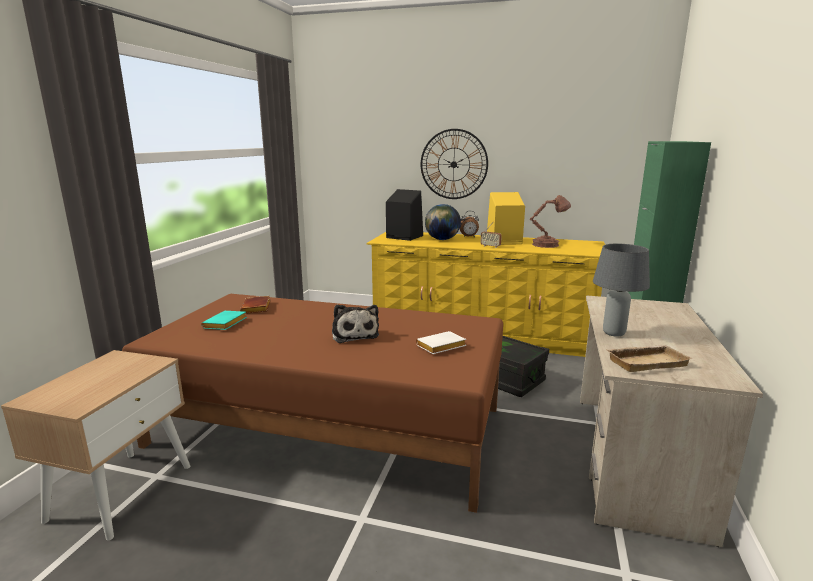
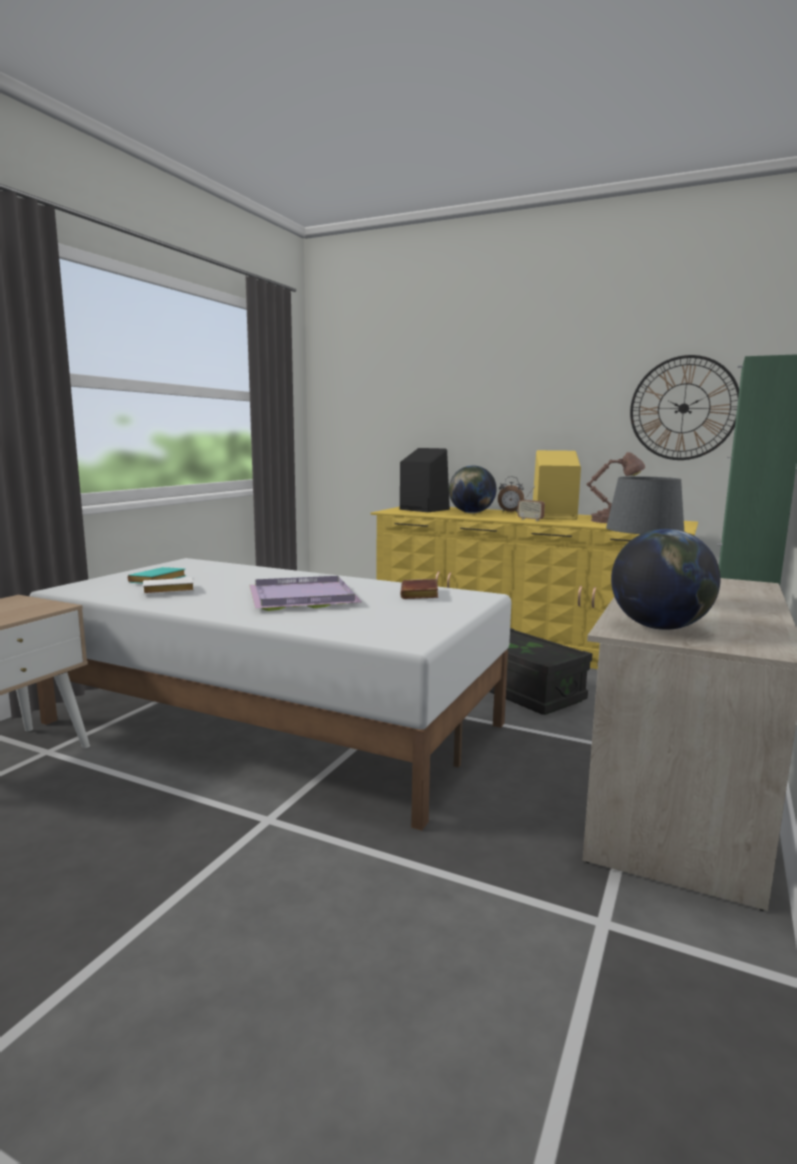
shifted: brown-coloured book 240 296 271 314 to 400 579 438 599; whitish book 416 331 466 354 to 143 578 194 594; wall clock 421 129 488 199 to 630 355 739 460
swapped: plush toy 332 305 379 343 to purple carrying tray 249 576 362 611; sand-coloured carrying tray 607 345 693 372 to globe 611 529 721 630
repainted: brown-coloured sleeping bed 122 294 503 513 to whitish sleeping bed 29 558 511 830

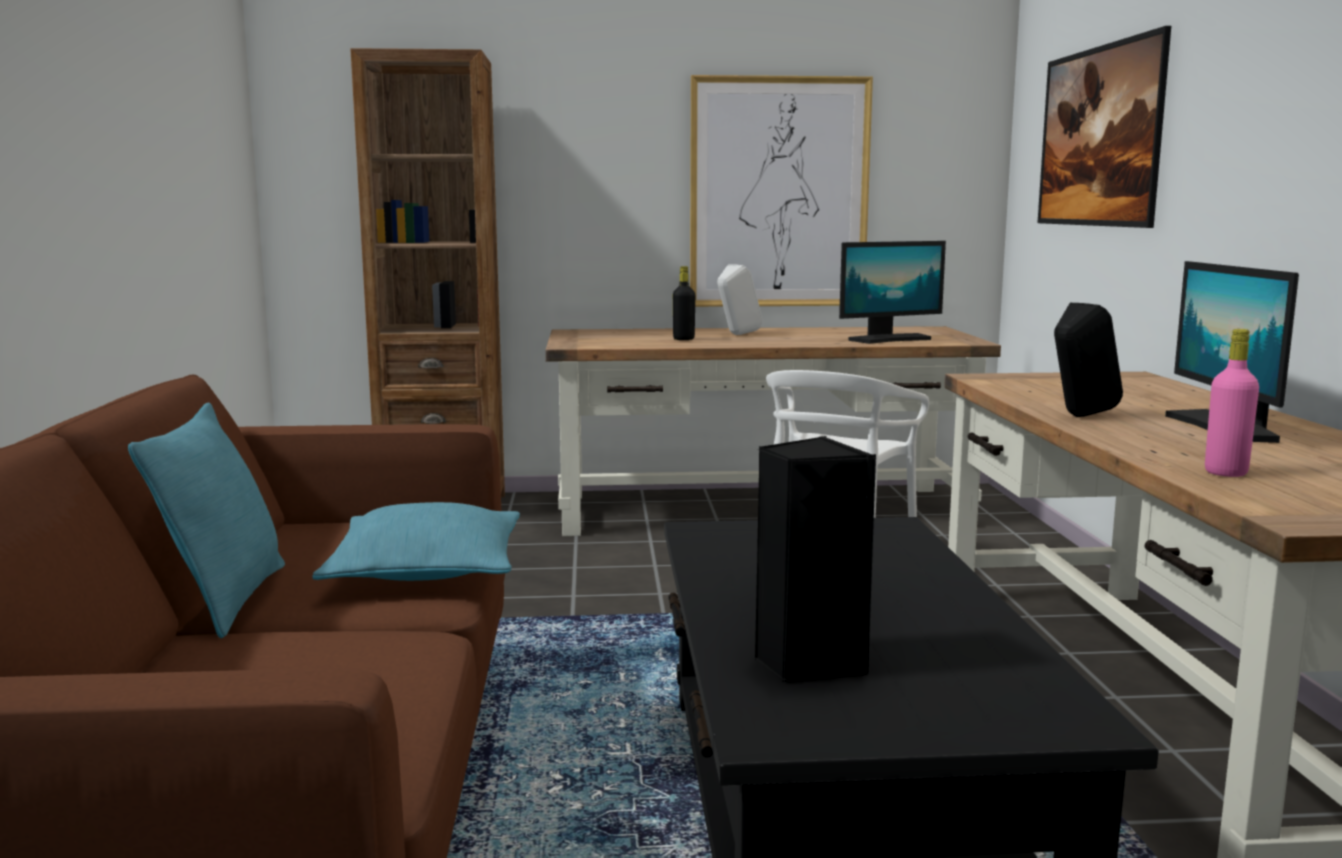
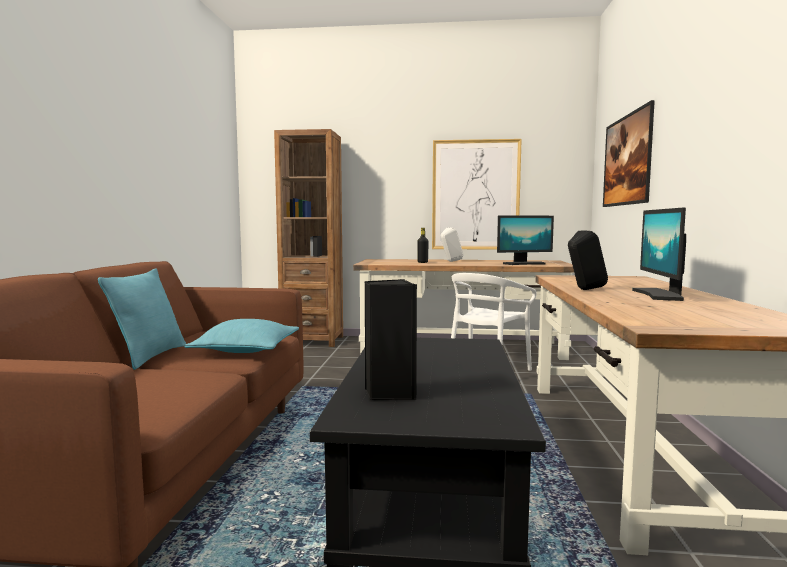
gone: pinkish beverage bottle 1205 329 1259 477

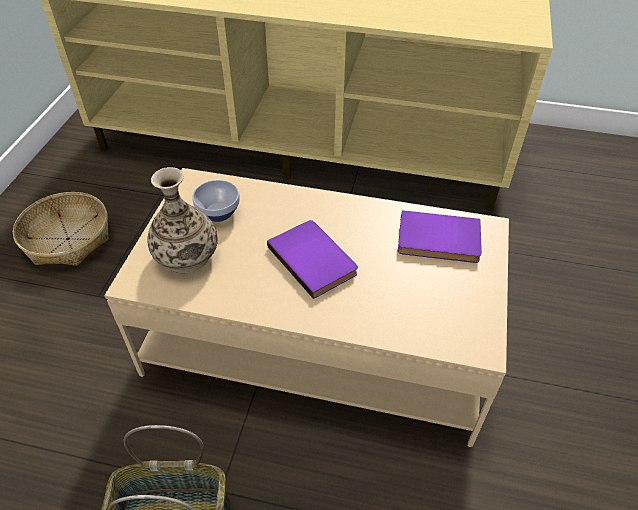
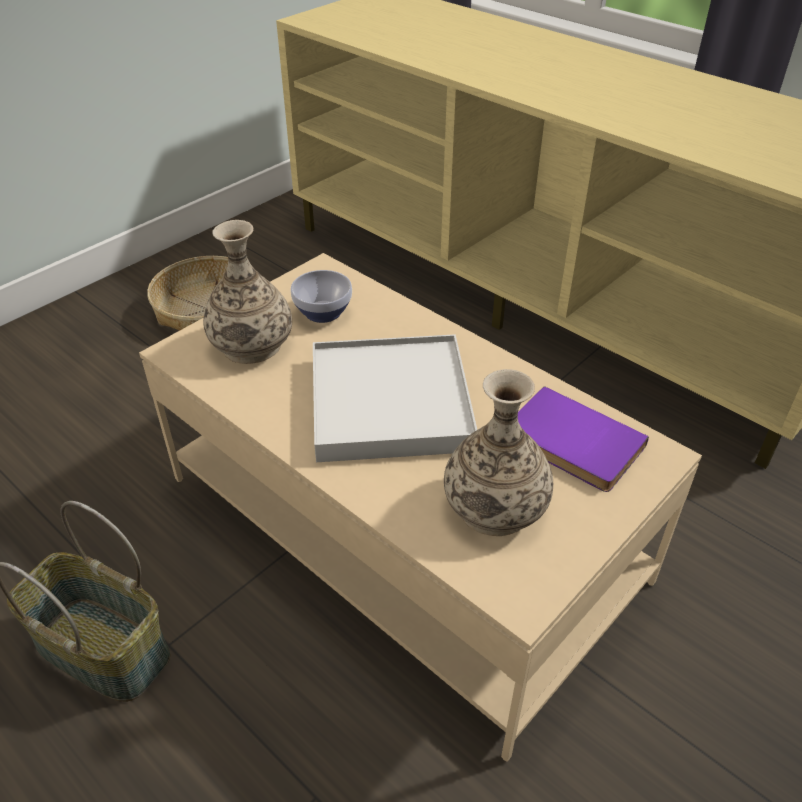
new: flower vase 444 369 553 536
swapped: purple book 267 220 358 299 to whitish carrying tray 313 334 477 462

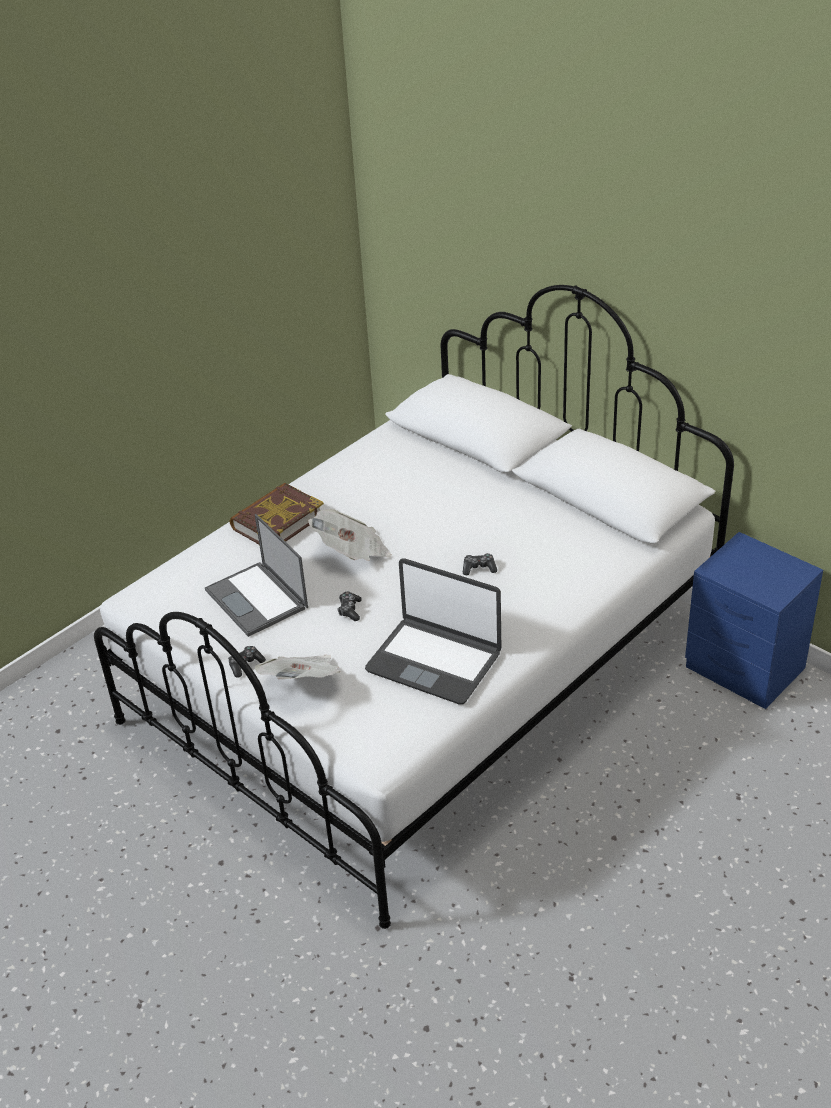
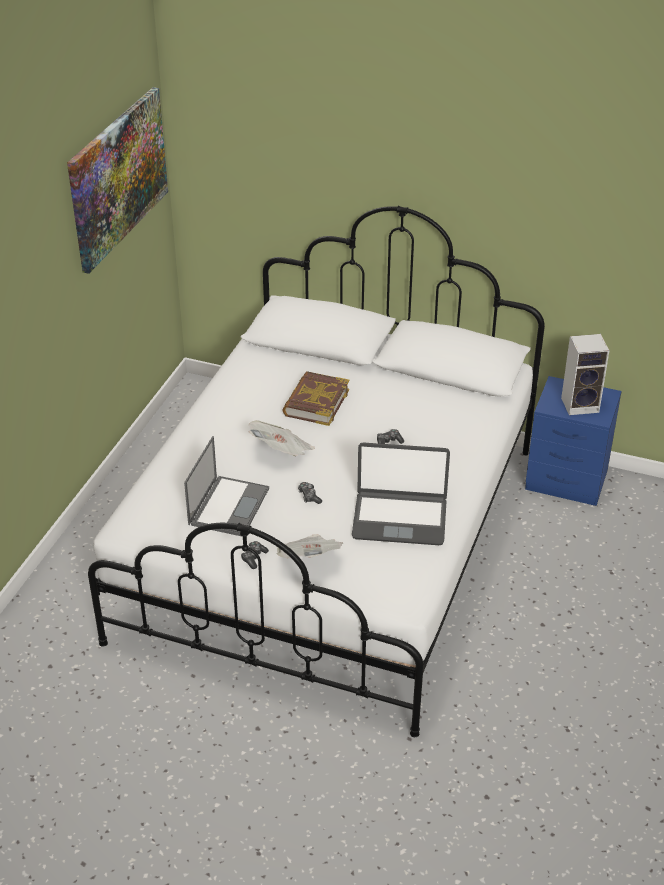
new: wall art 67 87 168 274; audio speaker 561 334 610 415
shifted: book 229 483 324 544 to 282 371 349 426
rotated: laptop 205 514 308 637 = 184 436 269 537 105 degrees counterclockwise

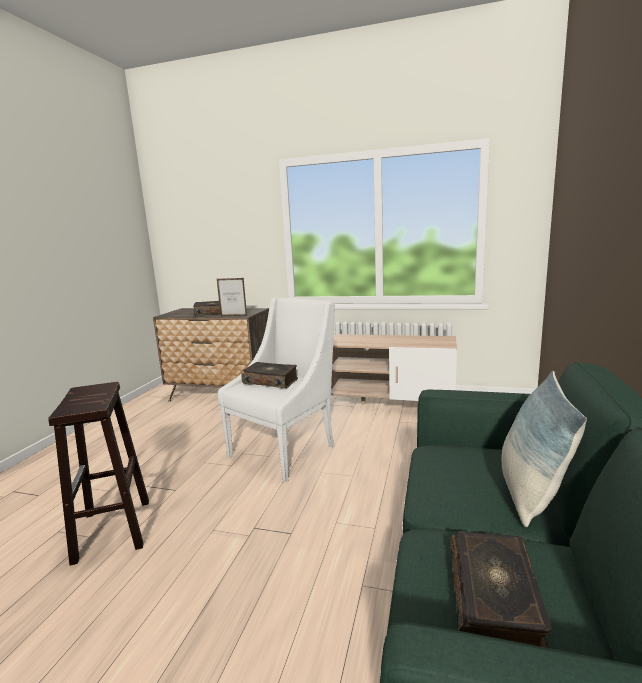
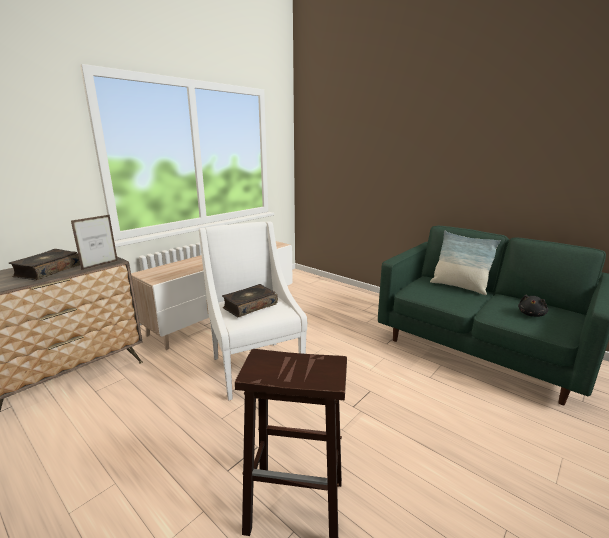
swapped: book 449 531 552 648 to black-coloured plush toy 518 295 548 317

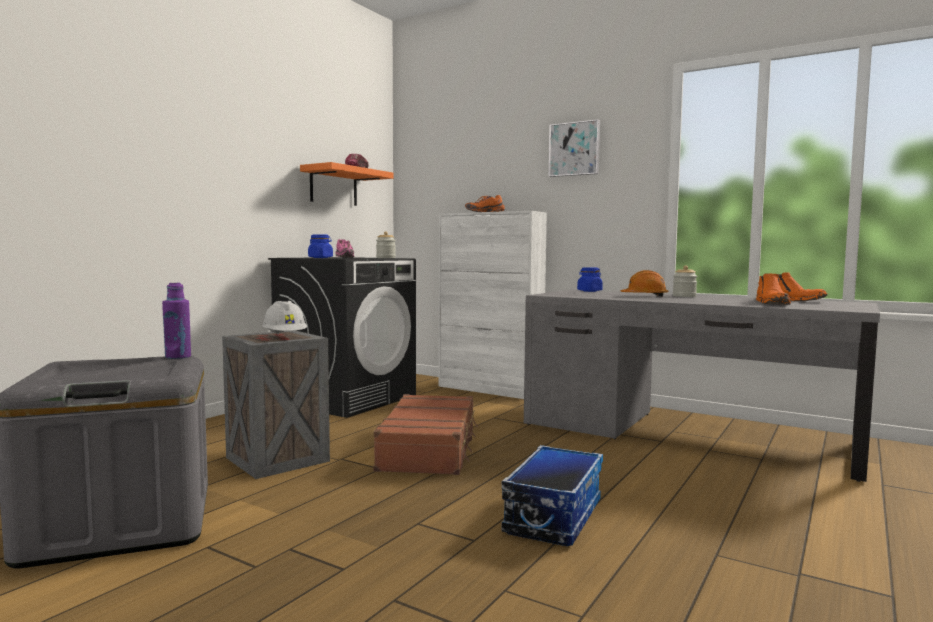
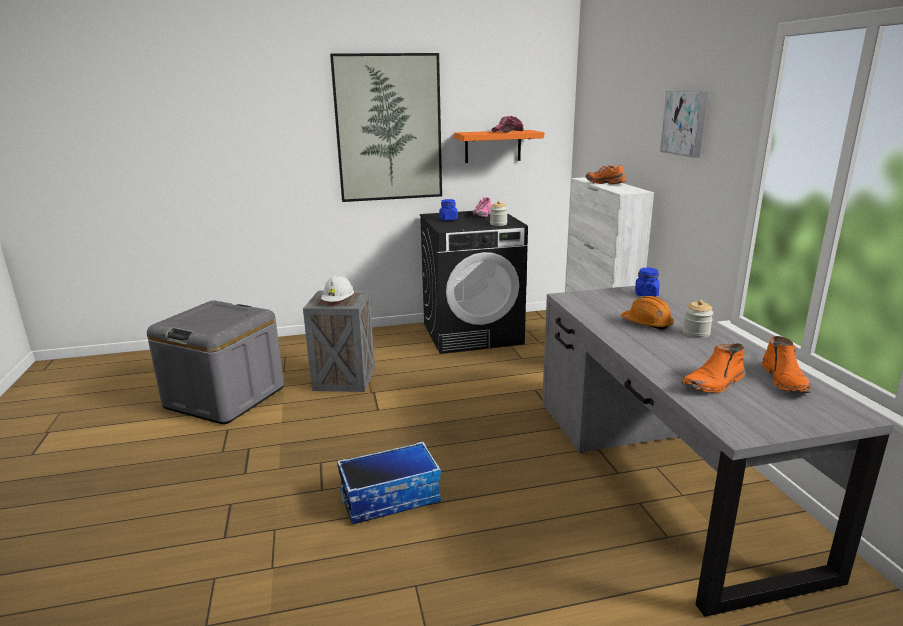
gone: purple beverage bottle 162 283 191 359; brown-coloured travel case 373 394 478 475
new: wall art 330 53 442 202

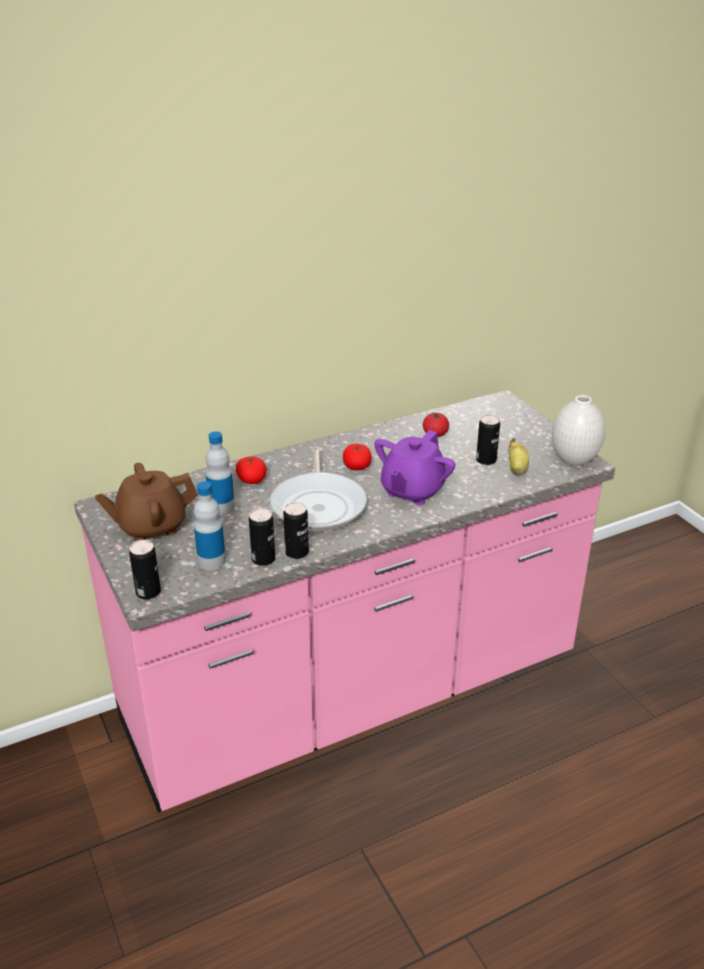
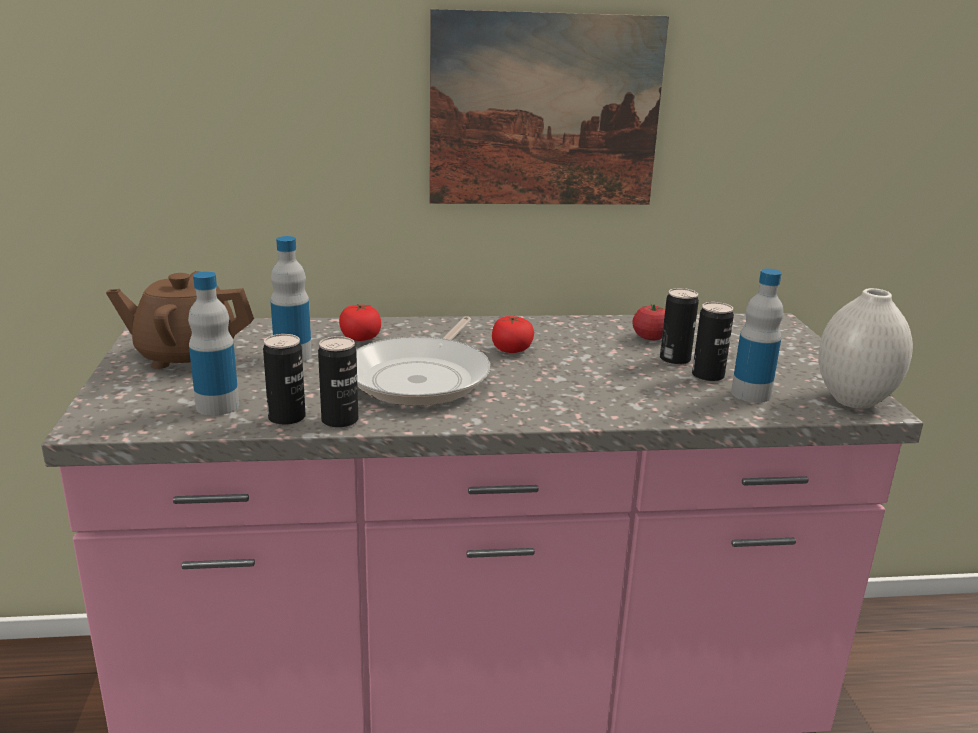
gone: purple pot for tea 375 430 456 505
new: wall art 429 9 669 205
shifted: metal can 129 540 161 599 to 660 288 699 365
swapped: whole banana 508 438 529 475 to beverage bottle 731 269 783 403

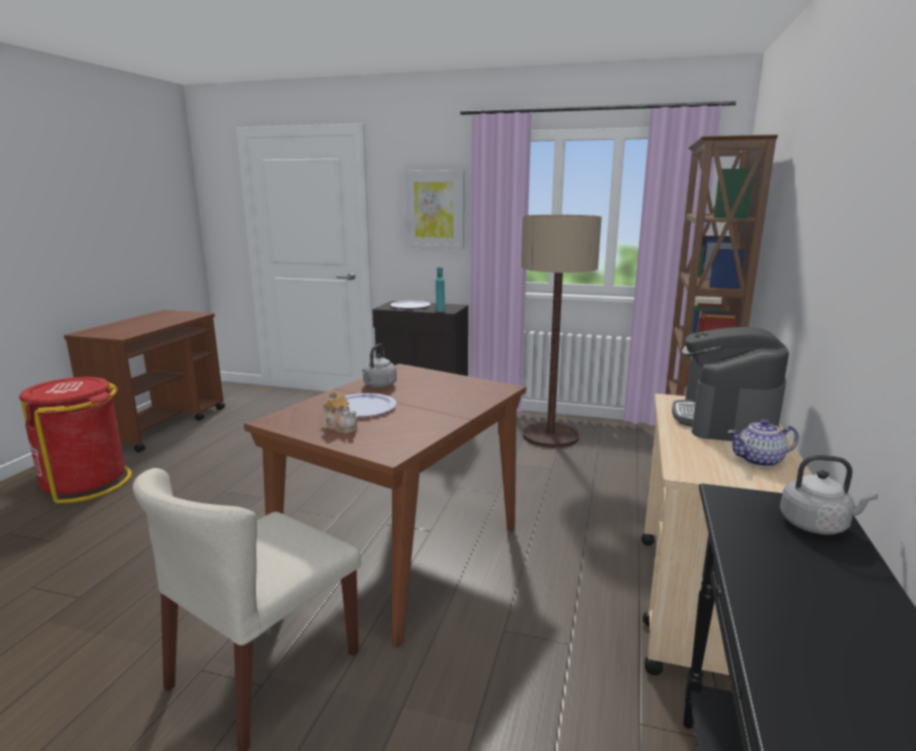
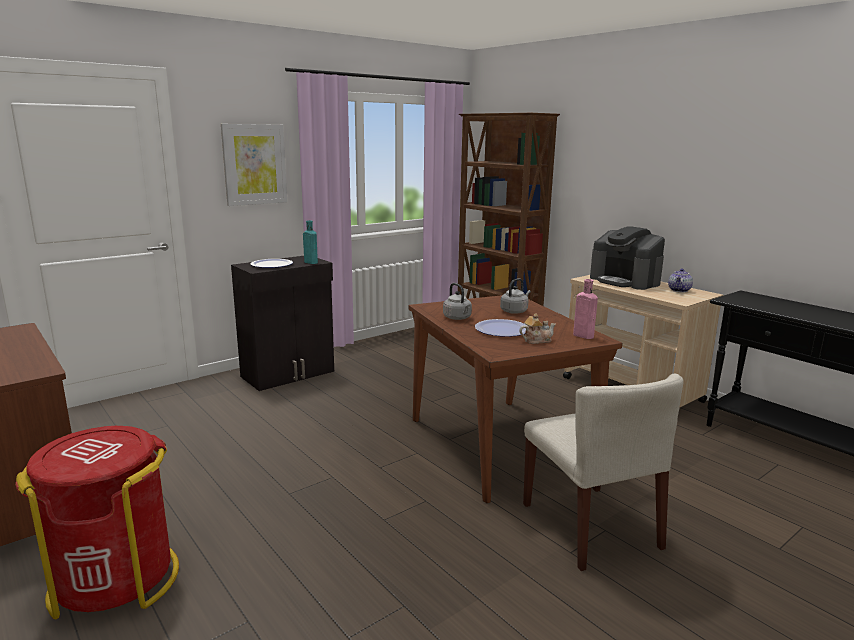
gone: standing lamp 521 215 602 448
new: pinkish beverage bottle 573 279 598 339
shifted: gray tea kettle 780 455 878 535 to 500 278 531 314

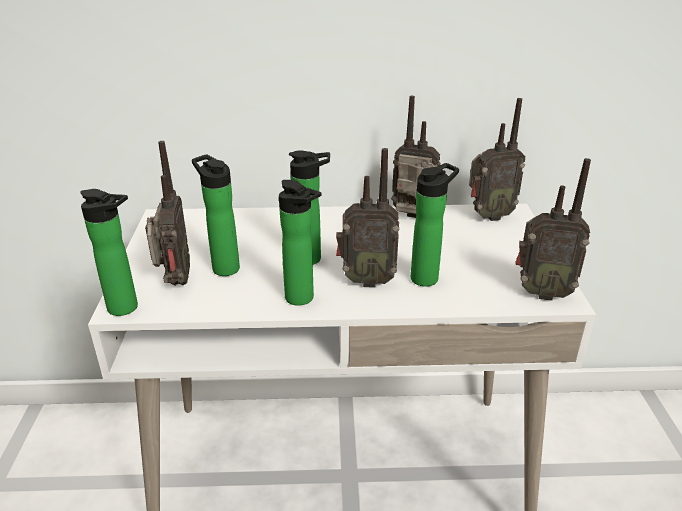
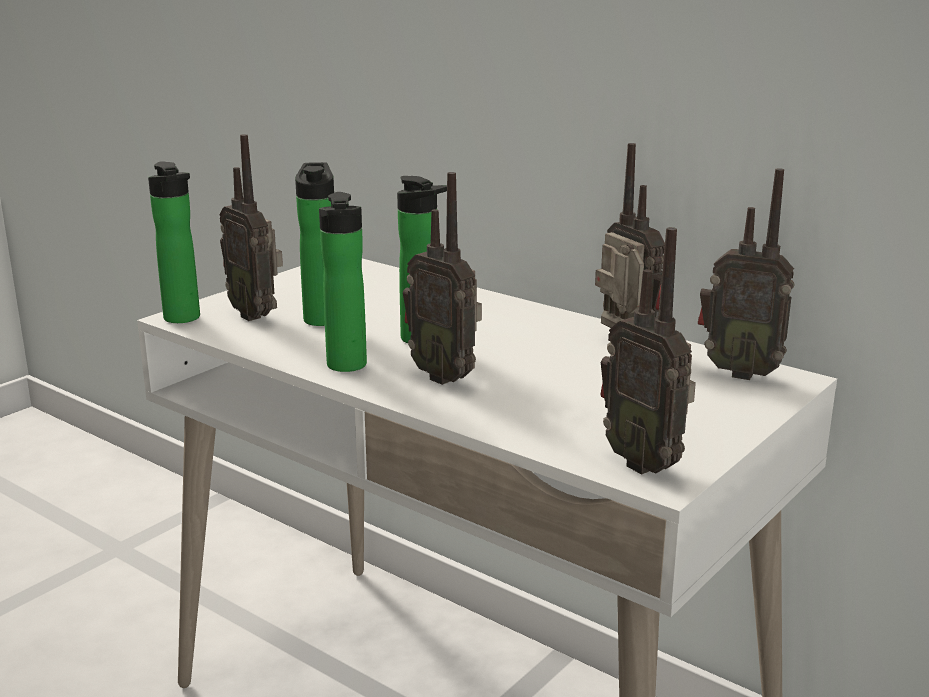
gone: beverage bottle 411 163 459 287
rotated: radio set 145 141 190 286 = 220 134 283 321 105 degrees clockwise

